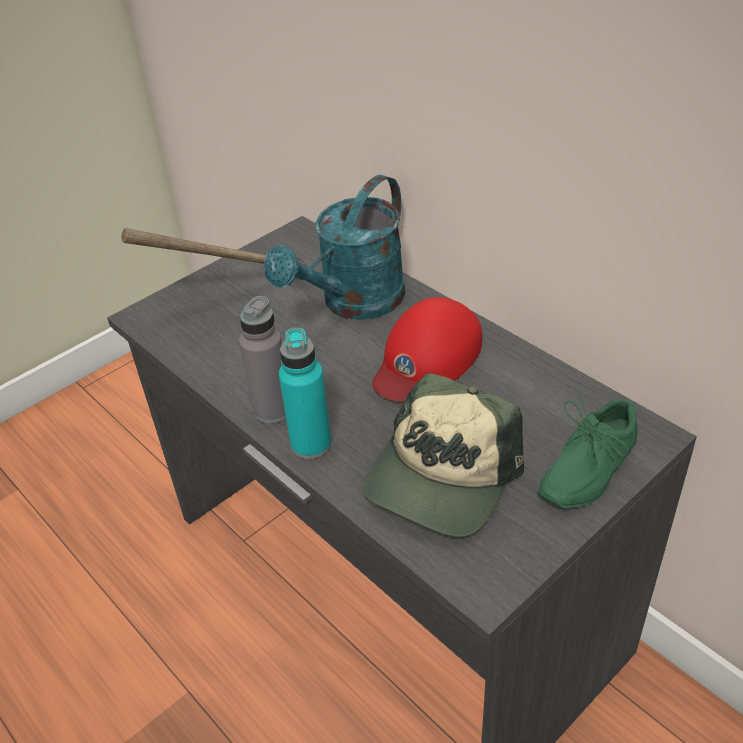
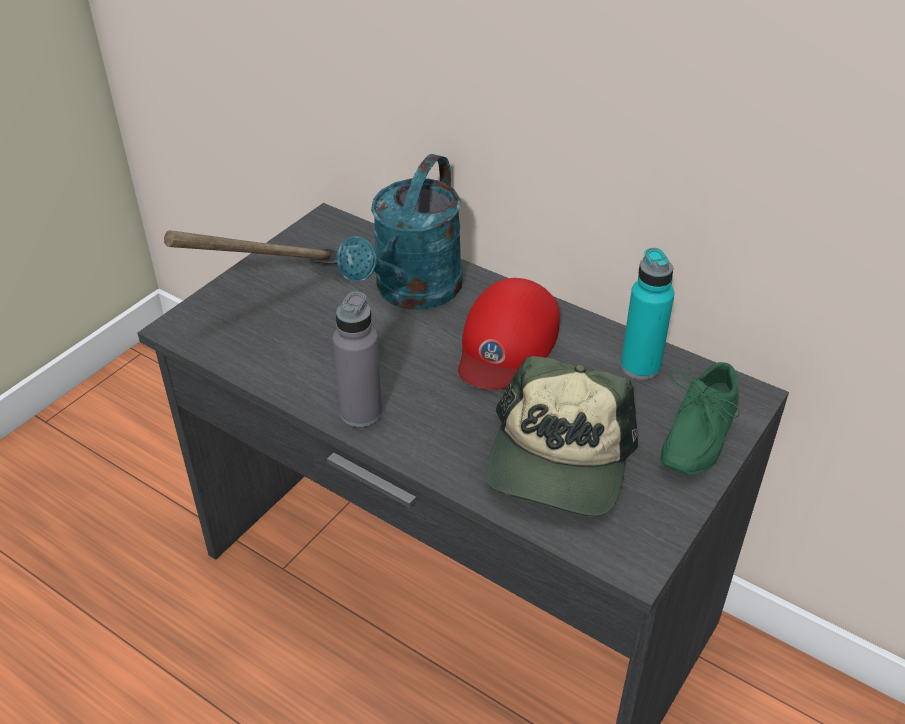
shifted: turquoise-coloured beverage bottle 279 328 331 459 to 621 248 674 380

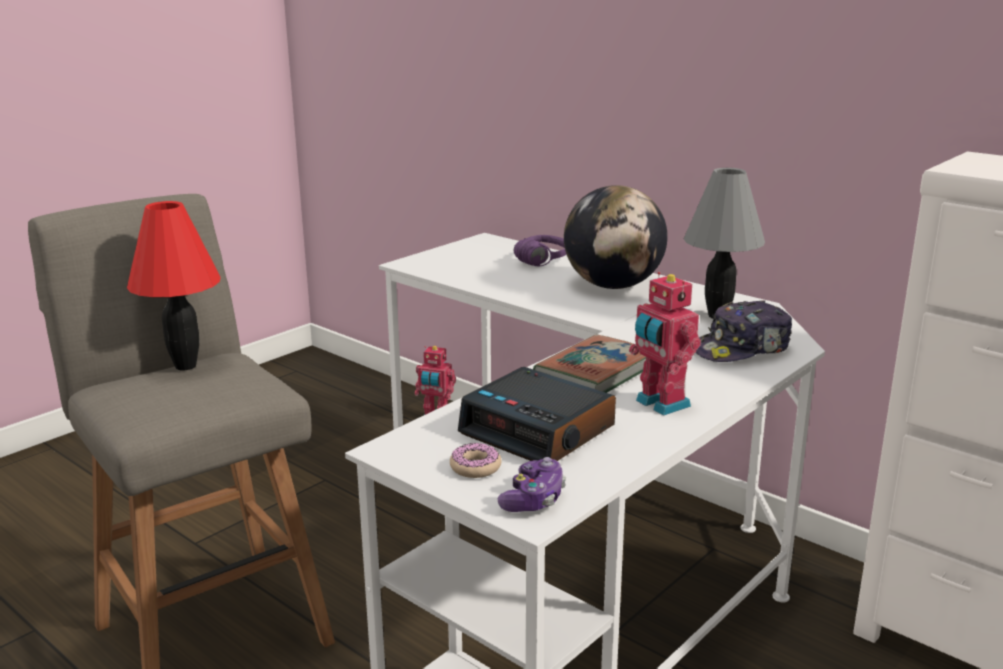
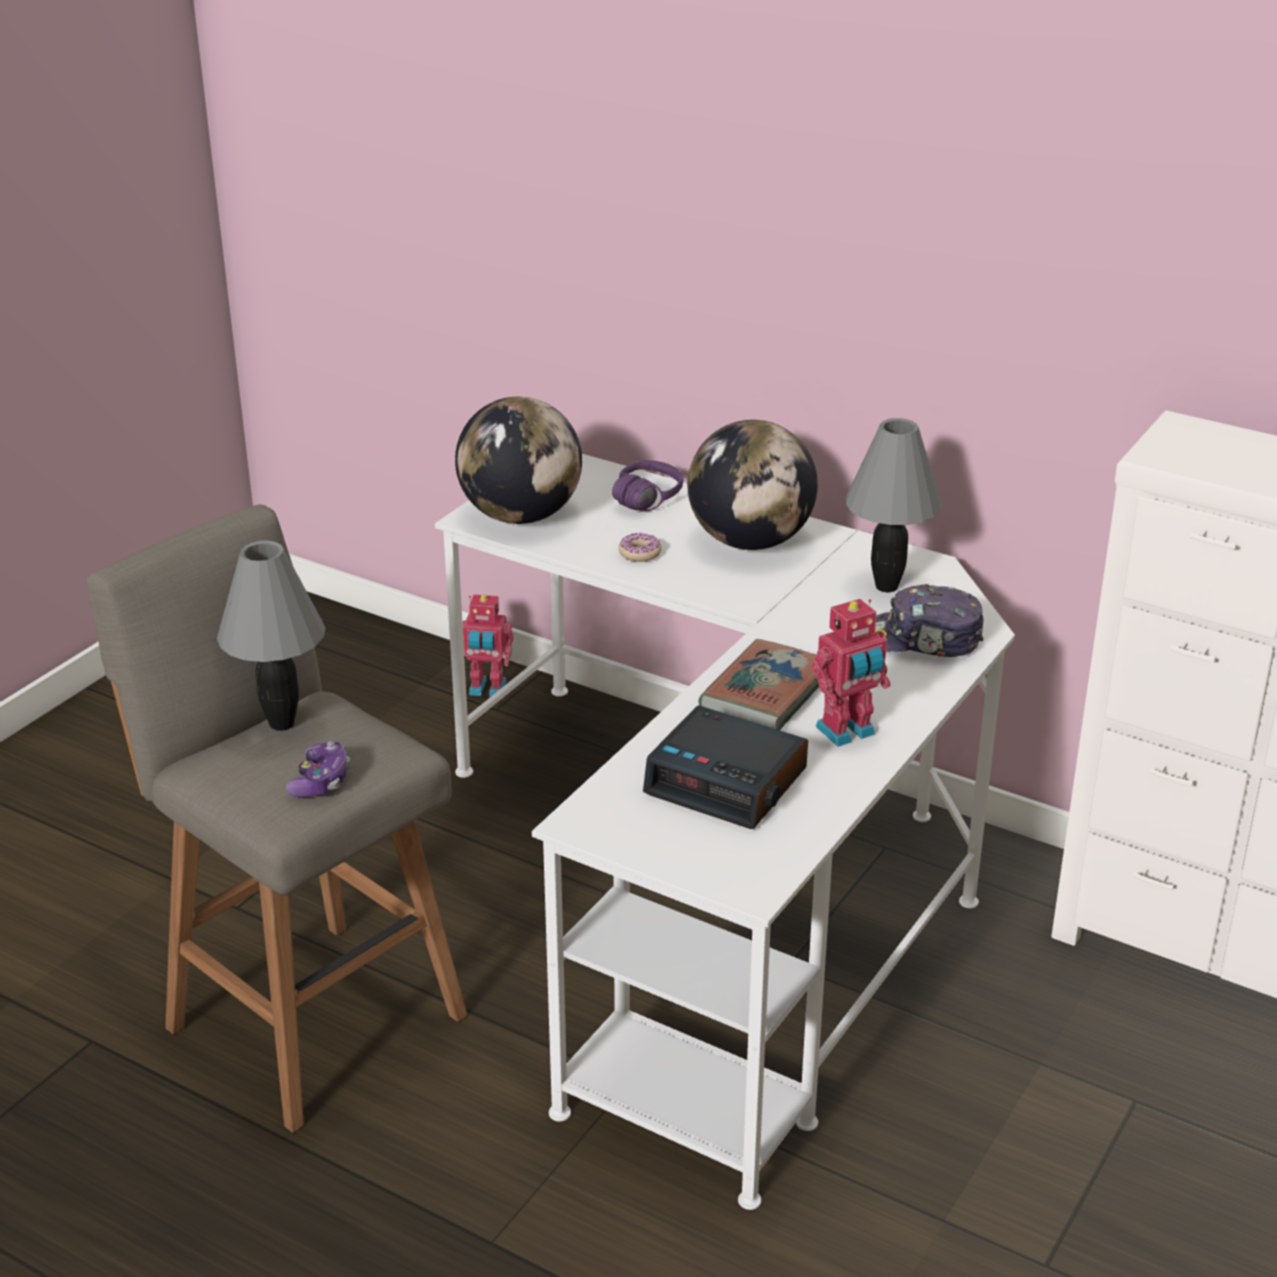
new: globe 455 397 582 524
shifted: donut 450 443 501 478 to 618 533 662 562; joypad 498 457 566 512 to 286 741 350 798
repainted: red tabletop lamp 127 201 221 370 to gray tabletop lamp 217 541 326 731
rotated: toy robot 629 272 701 416 = 811 599 891 747 75 degrees counterclockwise; peaked cap 696 301 792 362 = 875 584 984 657 45 degrees clockwise

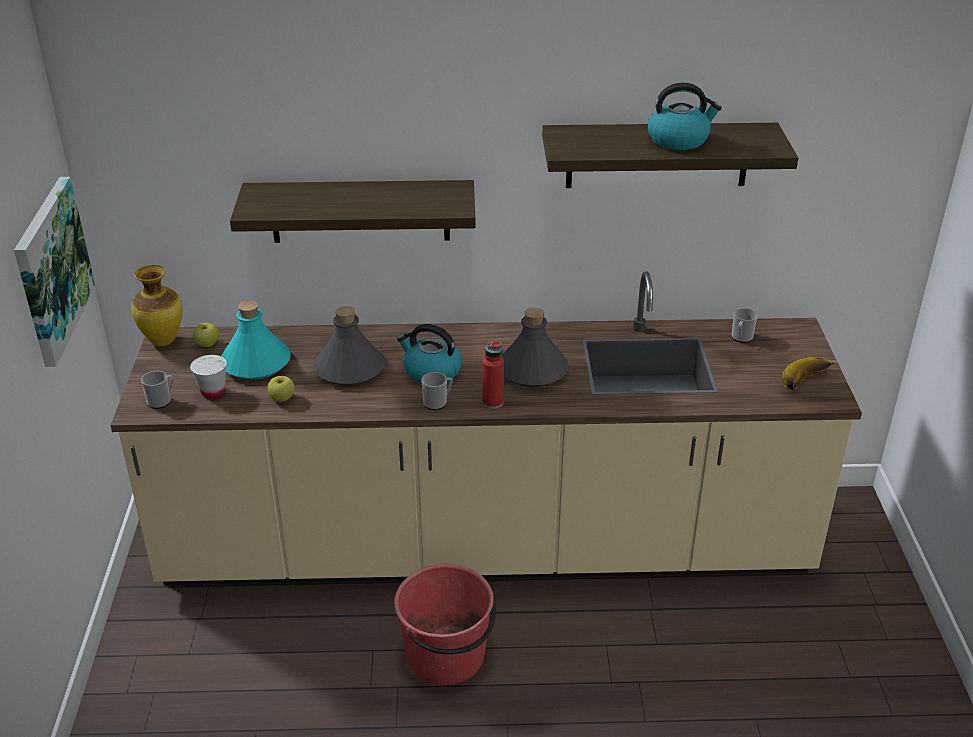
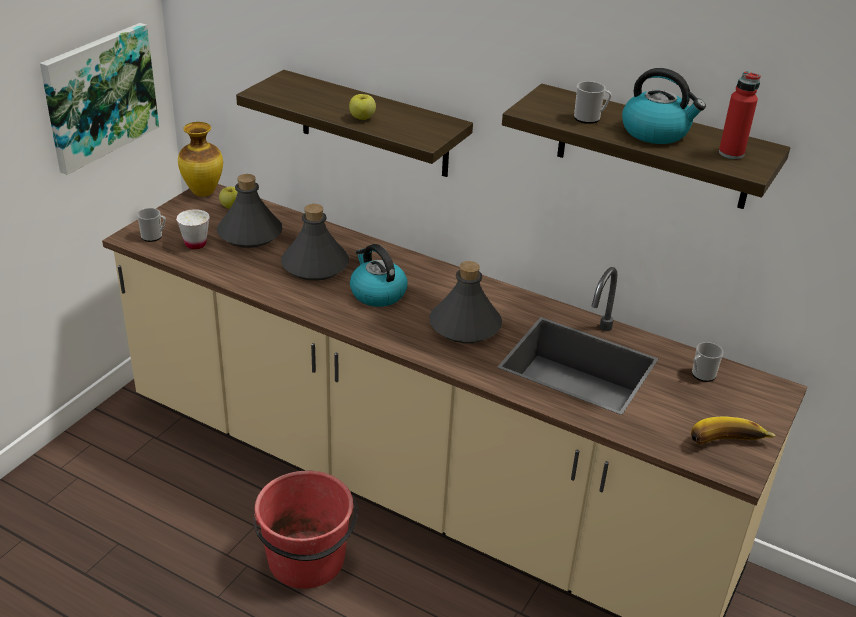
shifted: apple 267 376 295 402 to 349 94 376 120; tea mug 421 372 453 410 to 574 81 612 124; red beverage bottle 482 341 504 409 to 719 71 761 159
repainted: turquoise-coloured beverage bottle 221 300 291 380 to gray beverage bottle 217 174 283 248

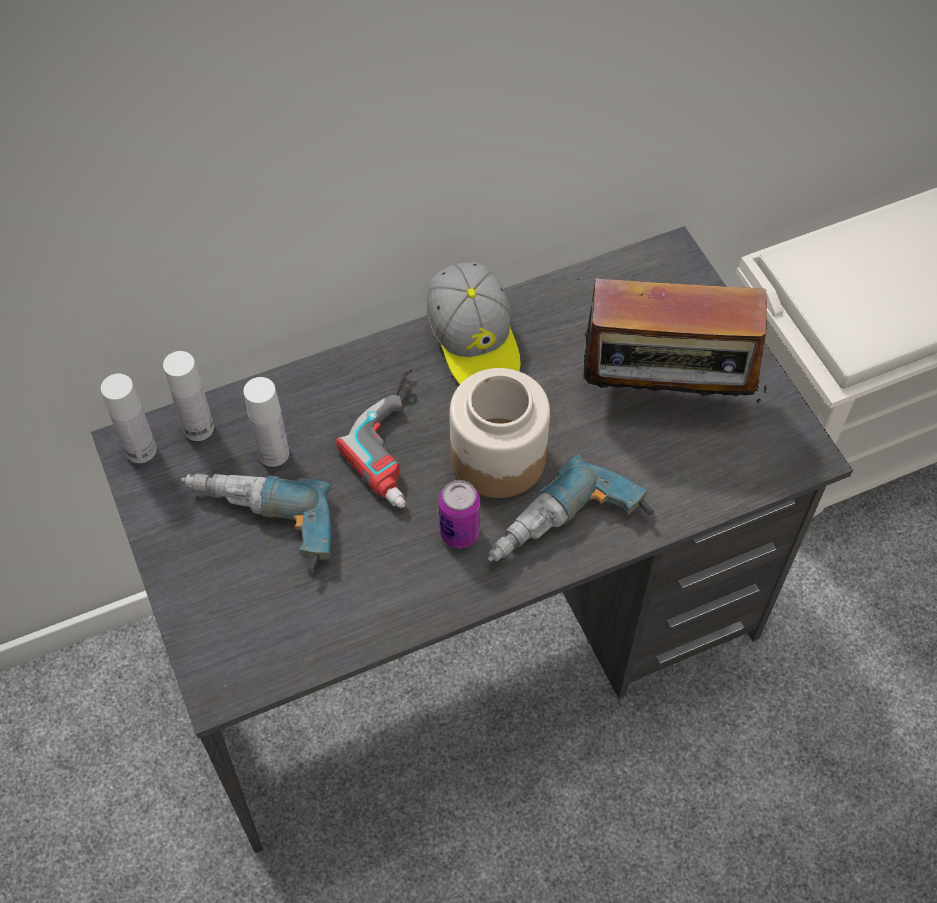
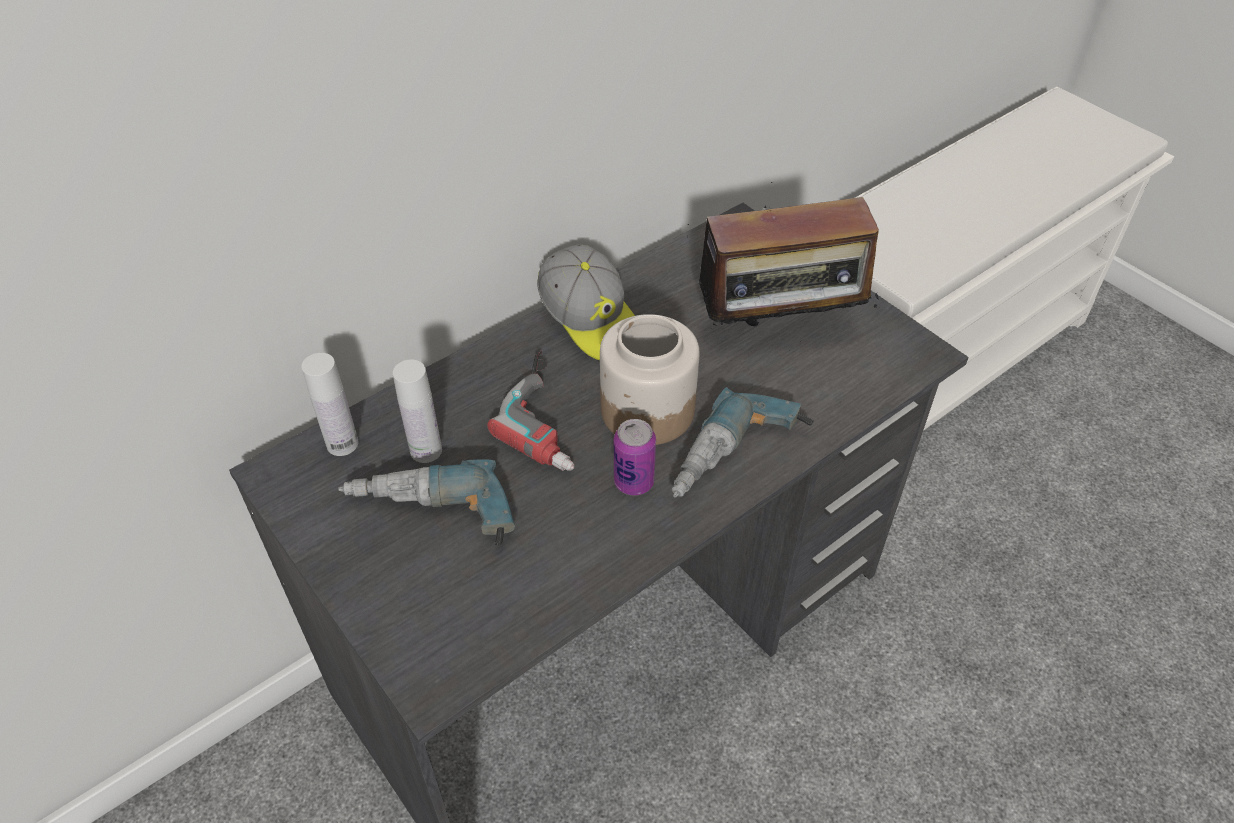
gone: whitish beverage bottle 101 374 157 463

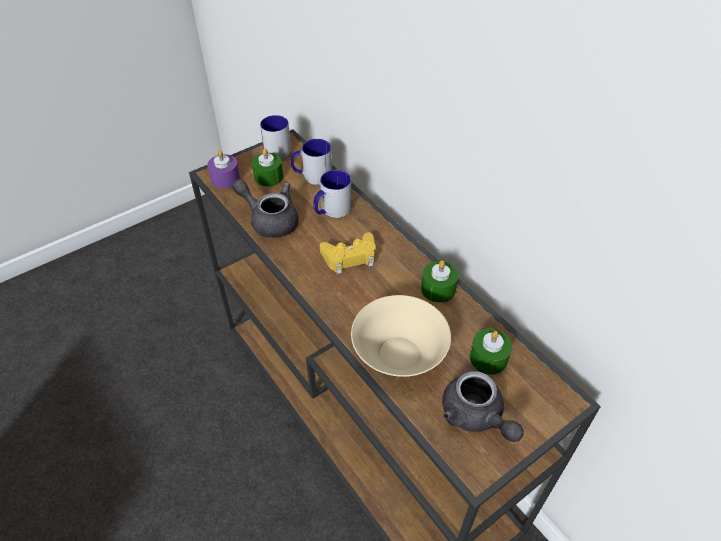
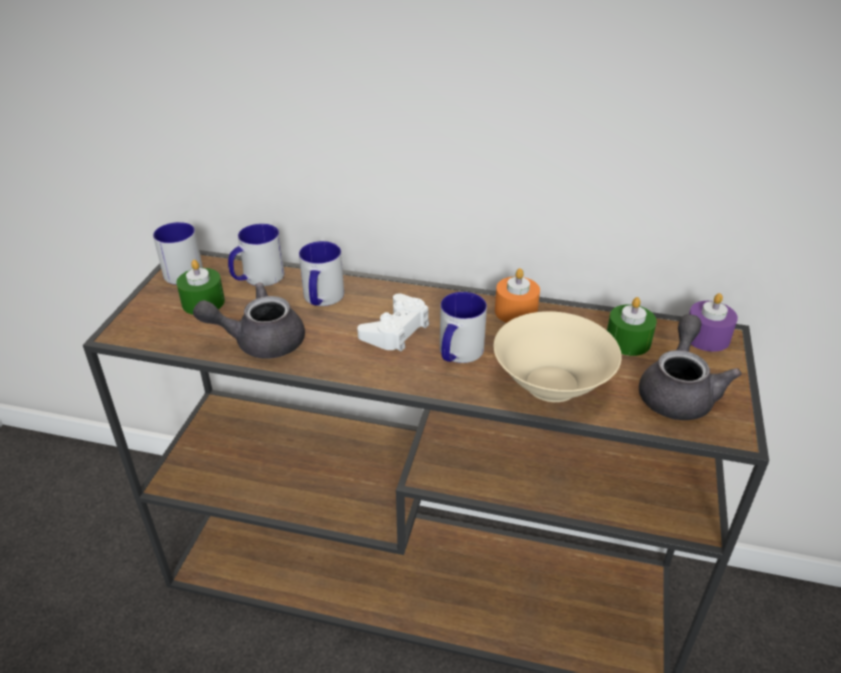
new: tea mug 440 292 487 363
shifted: purple wax candle 207 150 240 188 to 689 293 738 352
repainted: yellow-coloured joypad 320 232 376 274 to whitish joypad 357 293 429 352; green wax candle 421 261 458 303 to orange-coloured wax candle 495 268 540 323
rotated: gray pot for tea 442 371 524 442 = 639 314 742 420 90 degrees counterclockwise

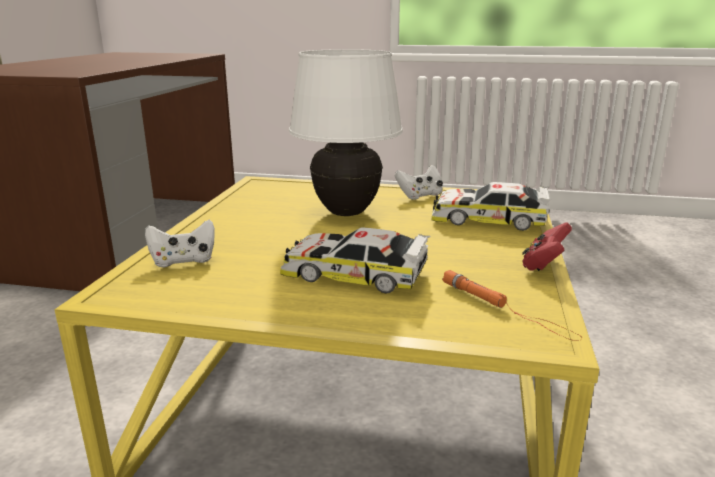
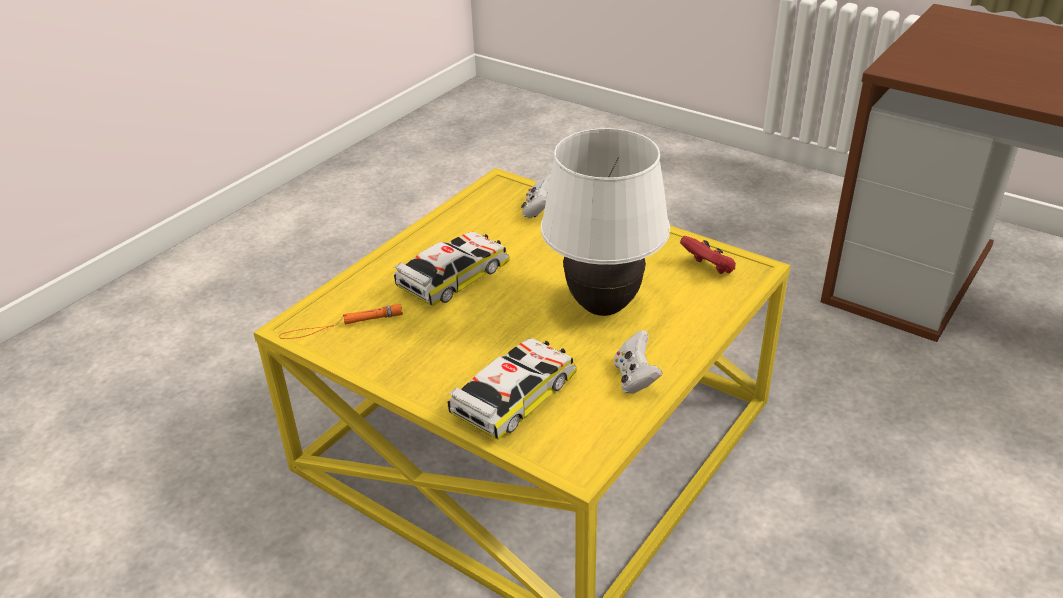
shifted: red joypad 522 222 572 271 to 680 236 736 274

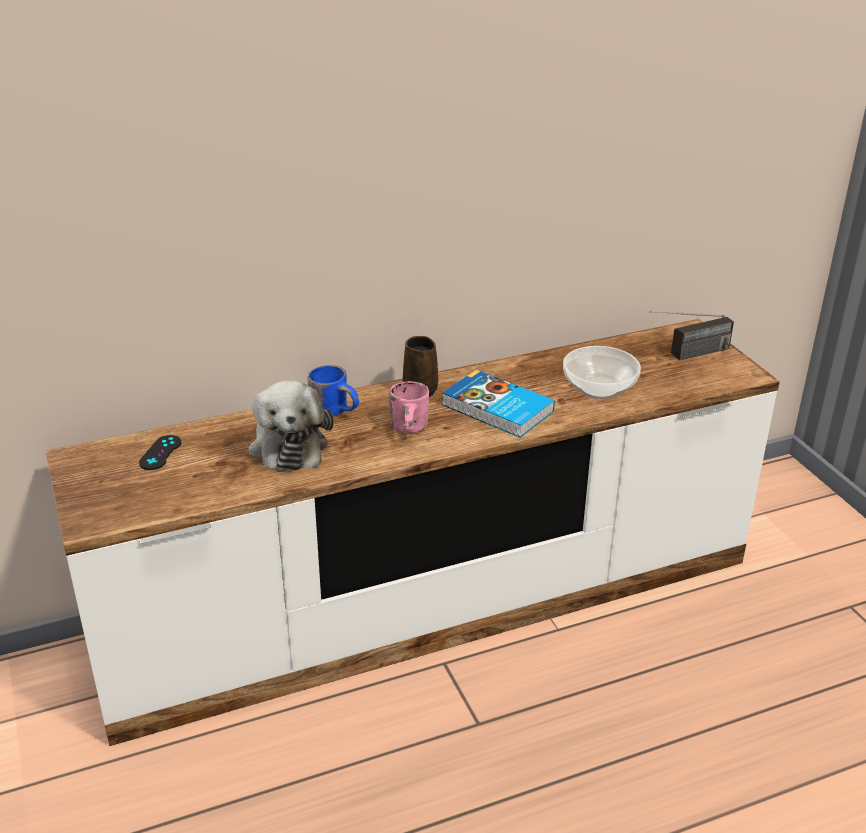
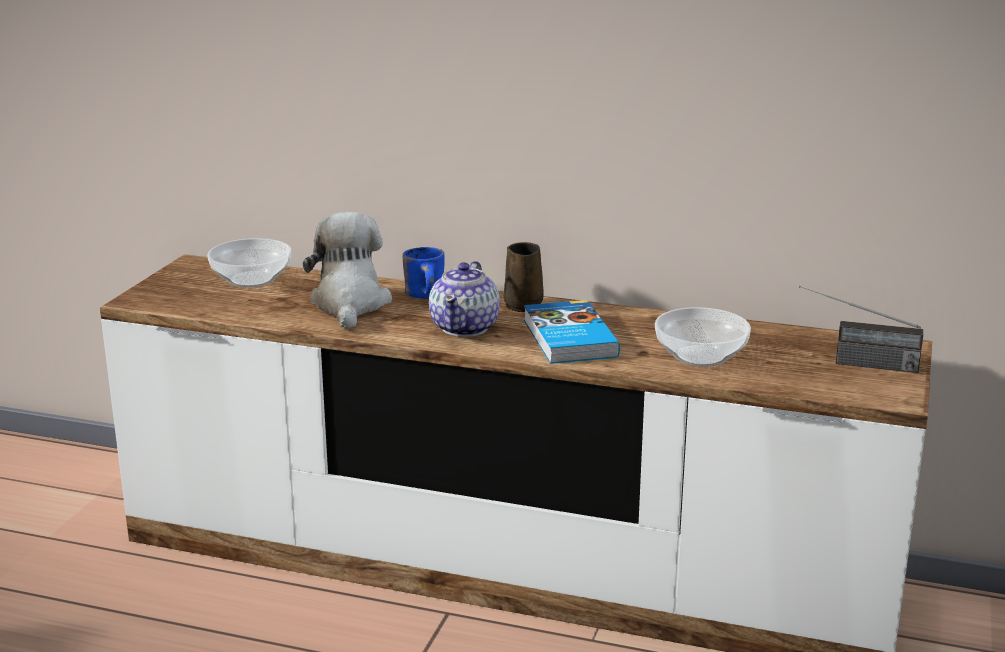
swapped: black-coloured joypad 139 435 181 470 to bowl 207 238 291 288; pinkish tea mug 389 381 429 434 to pot for tea 429 261 500 337
rotated: plush toy 248 381 334 472 = 303 212 392 329 150 degrees clockwise

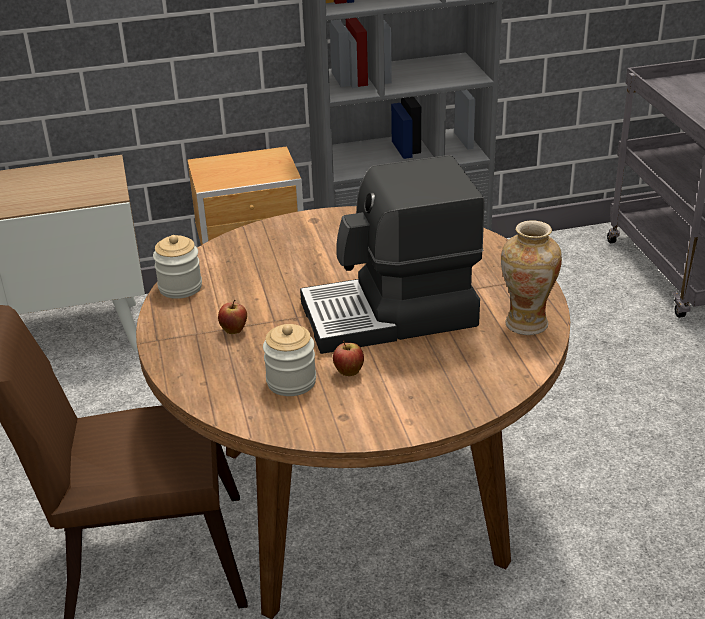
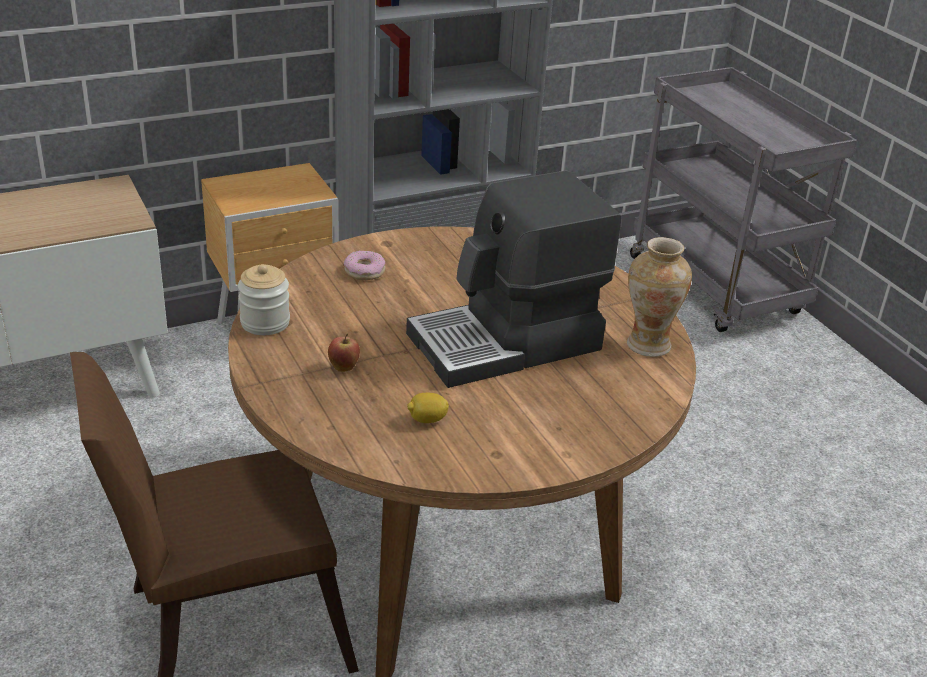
gone: apple 333 341 364 376
new: donut 344 251 385 280
swapped: storage jar 263 324 316 396 to whole lemon 407 393 449 423

